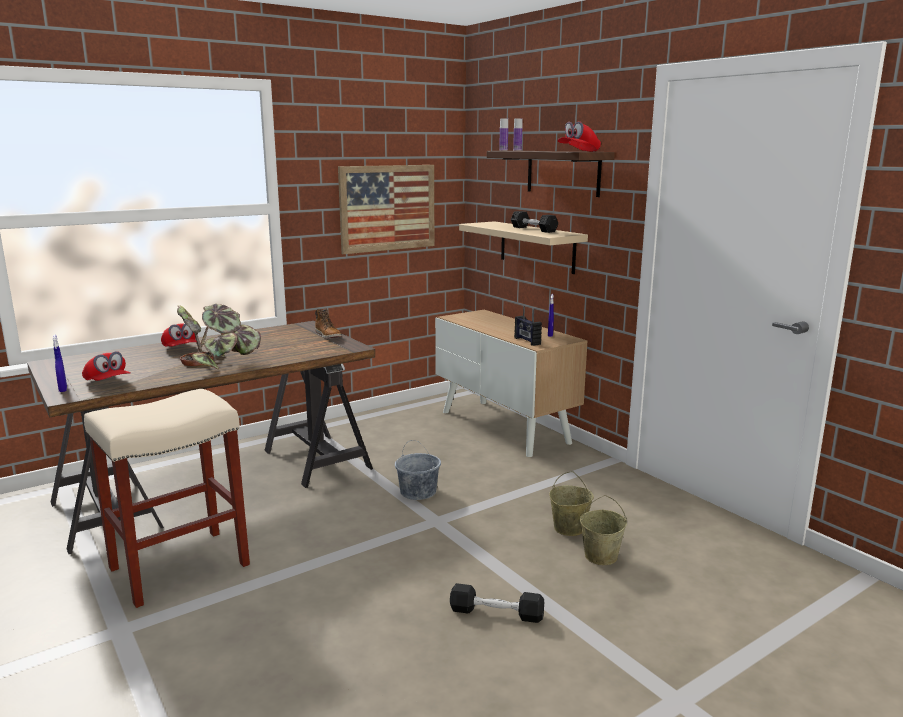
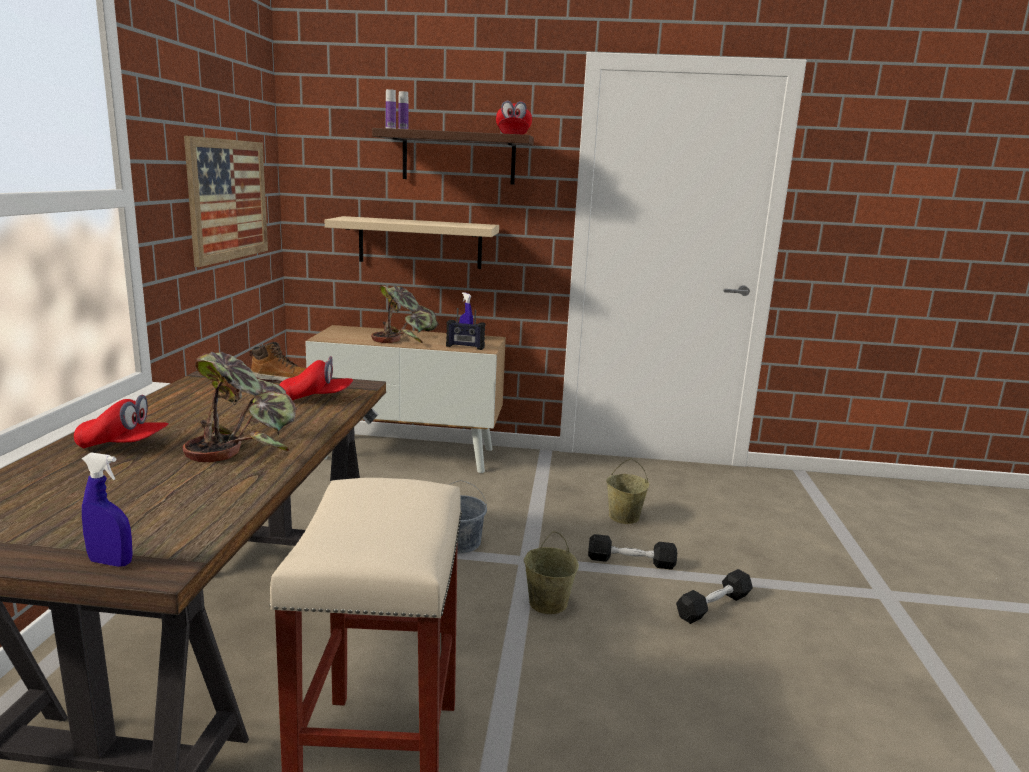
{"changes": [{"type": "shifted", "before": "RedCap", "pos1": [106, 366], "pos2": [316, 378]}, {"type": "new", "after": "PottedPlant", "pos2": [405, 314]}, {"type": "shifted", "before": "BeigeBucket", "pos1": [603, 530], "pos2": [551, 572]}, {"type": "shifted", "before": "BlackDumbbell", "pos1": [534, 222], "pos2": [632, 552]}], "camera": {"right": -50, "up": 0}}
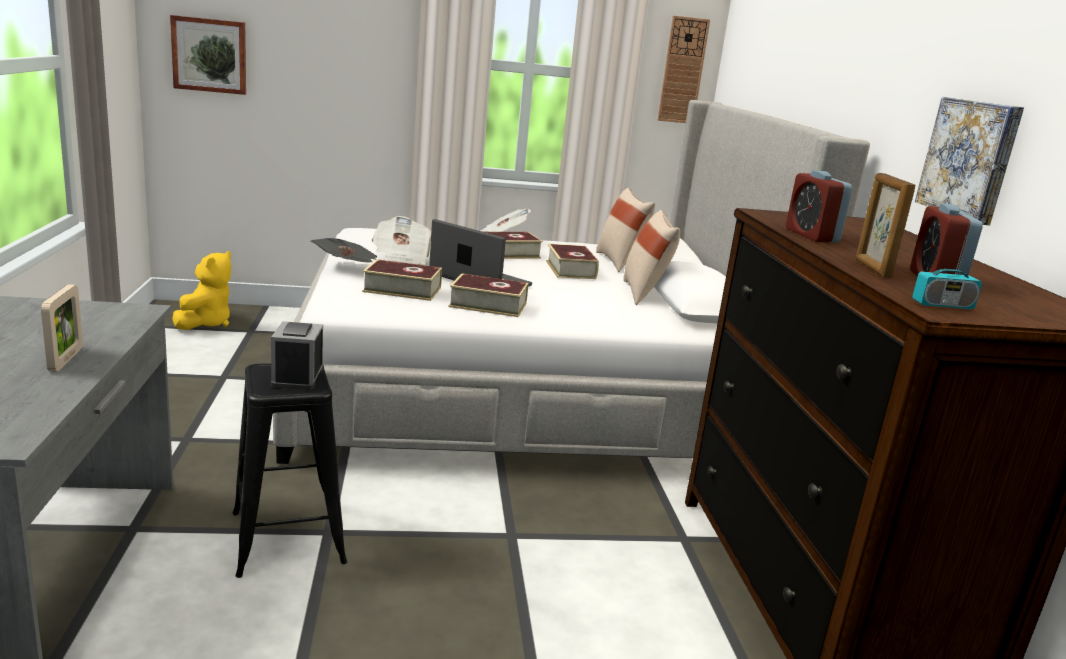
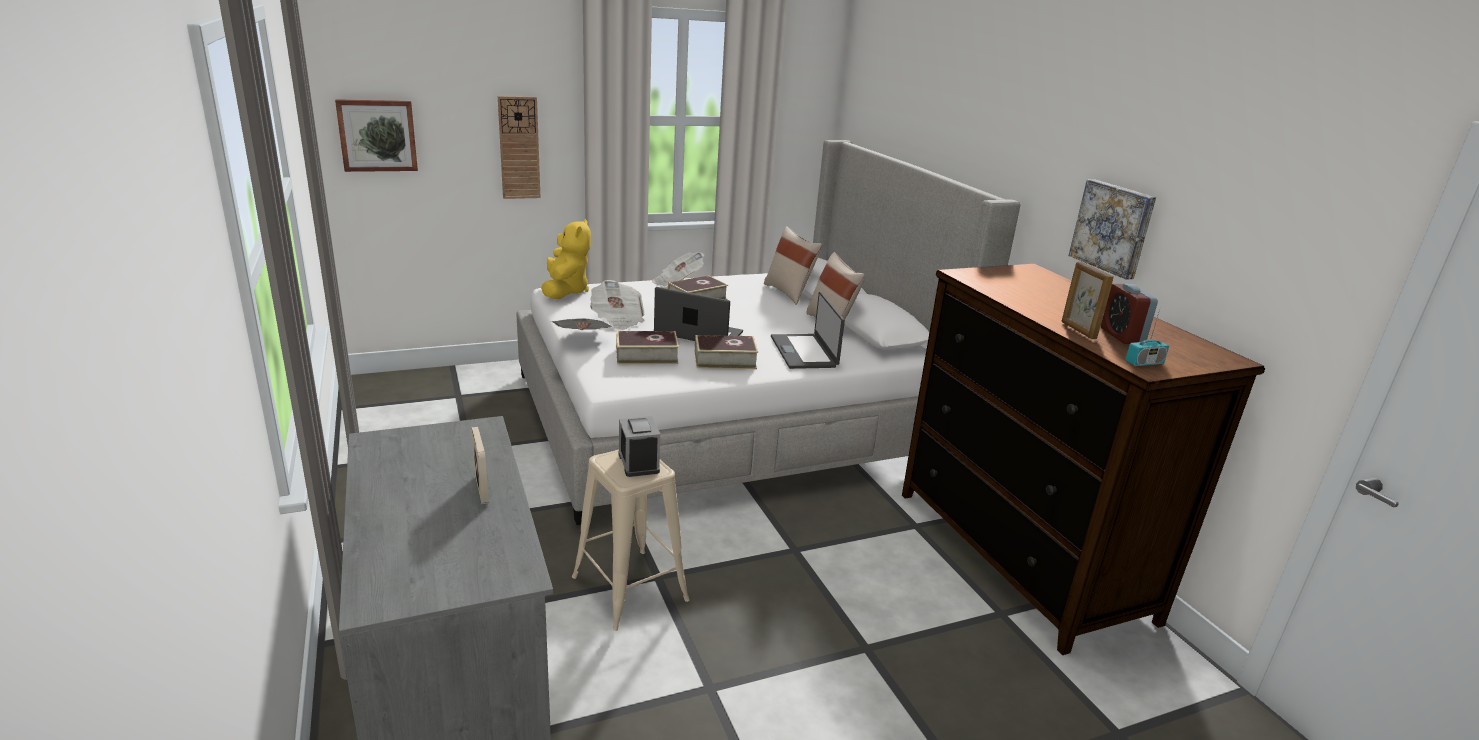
{"changes": [{"type": "shifted", "before": "WallClock", "pos1": [684, 69], "pos2": [519, 147]}, {"type": "shifted", "before": "YellowPlushToy", "pos1": [201, 290], "pos2": [566, 259]}, {"type": "repainted", "before": "BlackStool", "after": "BeigeStool", "pos1": [290, 471], "pos2": [631, 540]}, {"type": "new", "after": "Laptop", "pos2": [808, 330]}, {"type": "gone", "before": "Book", "pos1": [572, 261]}, {"type": "gone", "before": "AlarmClock", "pos1": [819, 206]}], "camera": {"right": -15, "up": 5}}
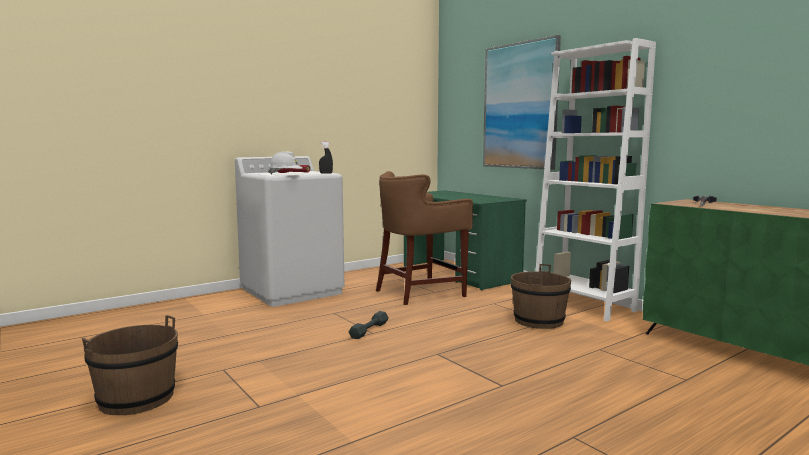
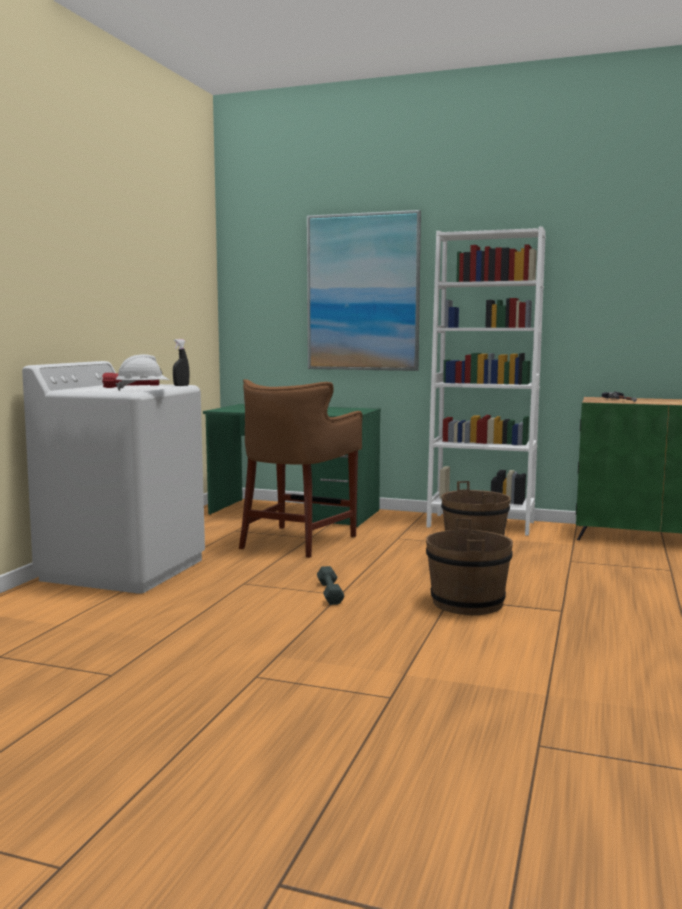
{"changes": [{"type": "shifted", "before": "BrownBucket", "pos1": [130, 365], "pos2": [469, 566]}], "camera": {"right": -35, "up": 0}}
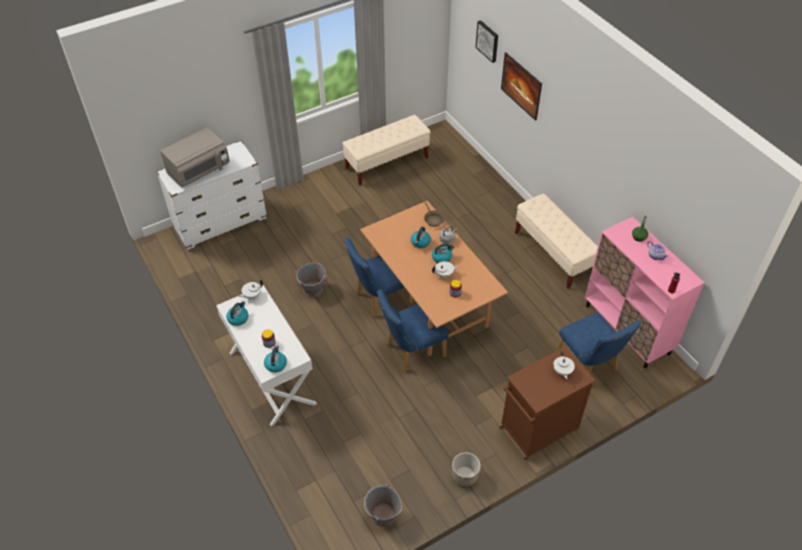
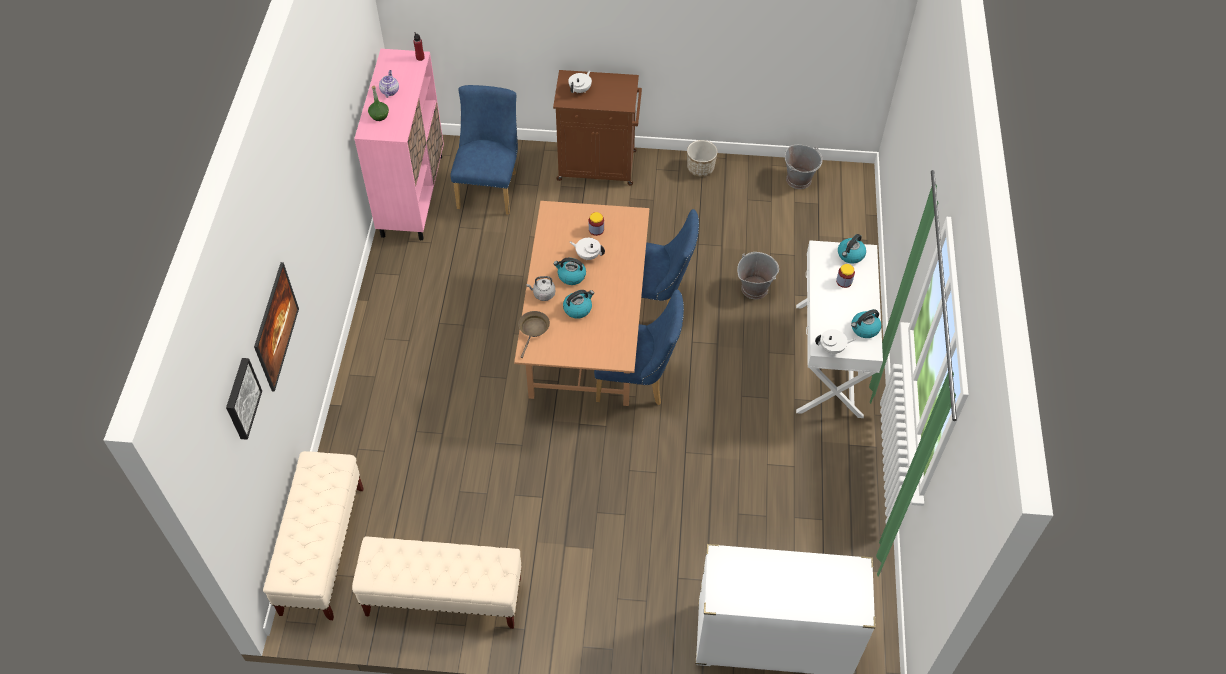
{"changes": [{"type": "shifted", "before": "BeigeBench", "pos1": [556, 241], "pos2": [313, 535]}, {"type": "shifted", "before": "GreyBucket", "pos1": [310, 280], "pos2": [758, 275]}, {"type": "gone", "before": "GreyMicrowave", "pos1": [195, 157]}], "camera": {"right": -145, "up": 5}}
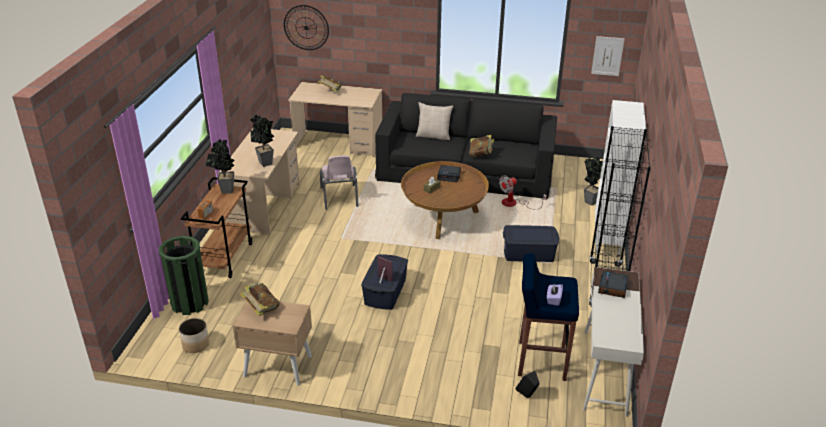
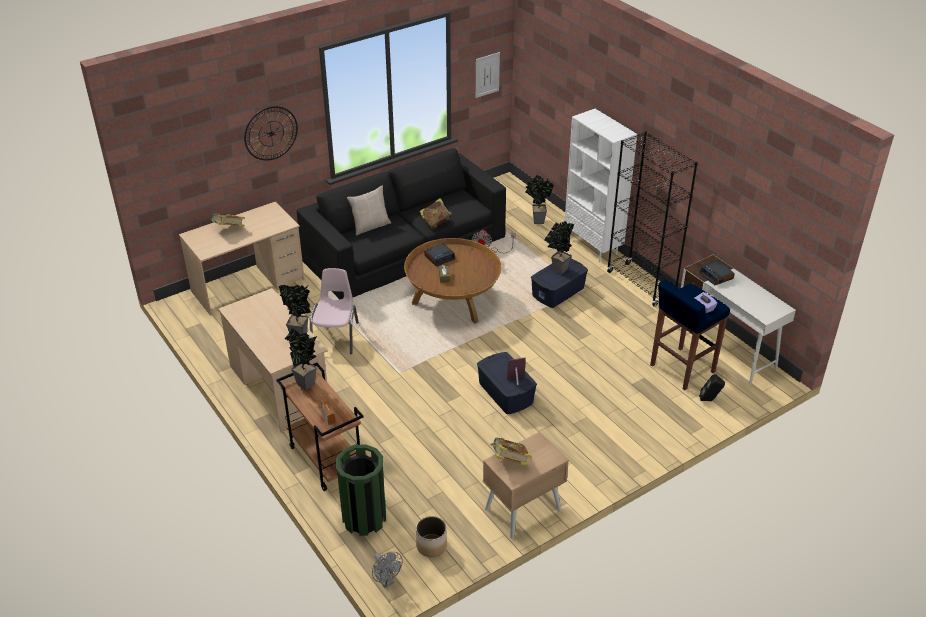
{"changes": [{"type": "shifted", "before": "WallClock", "pos1": [306, 27], "pos2": [271, 133]}, {"type": "rotated", "before": "PinkChair", "pos1": [339, 182], "pos2": [334, 311], "turn": -120}, {"type": "new", "after": "GreyFan", "pos2": [387, 570]}, {"type": "new", "after": "PottedPlant", "pos2": [559, 247]}], "camera": {"right": -45, "up": 5}}
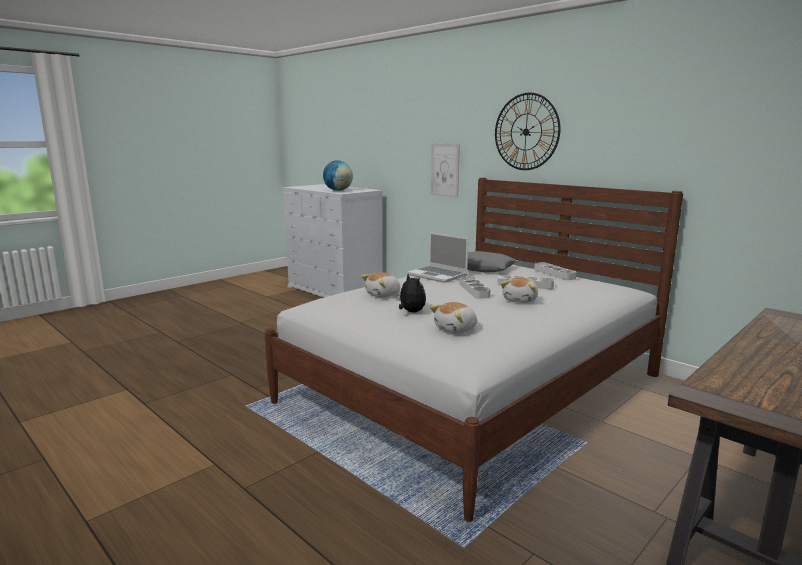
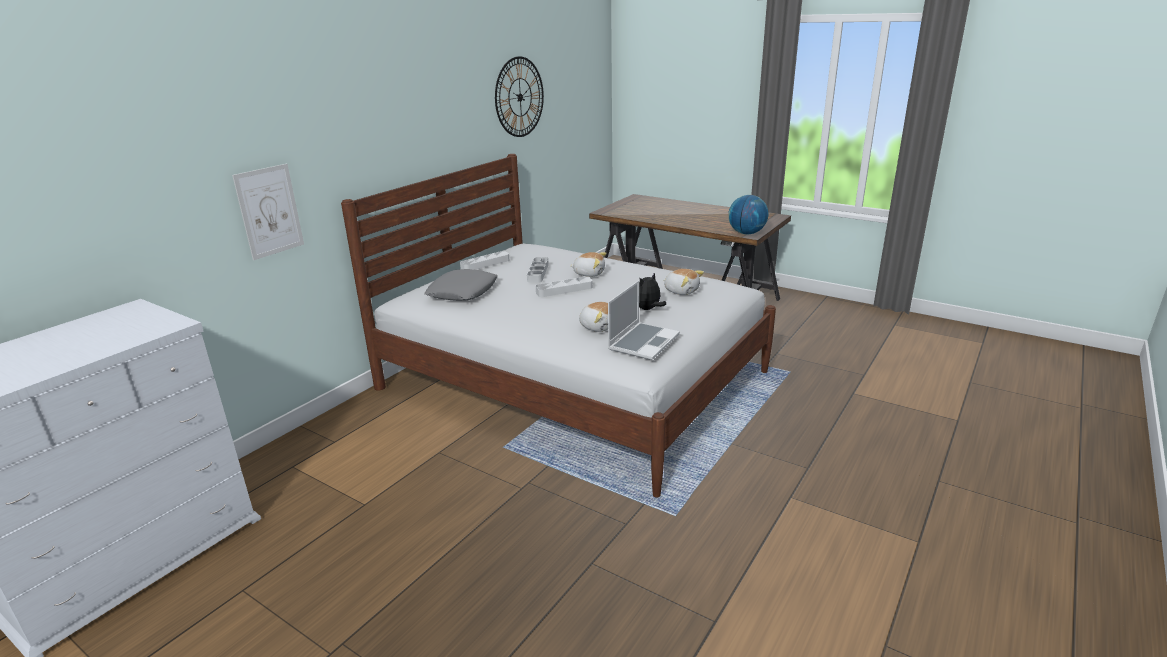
{"changes": [{"type": "shifted", "before": "WallClock", "pos1": [527, 131], "pos2": [519, 96]}, {"type": "shifted", "before": "Laptop", "pos1": [437, 257], "pos2": [644, 320]}, {"type": "shifted", "before": "Globe", "pos1": [338, 175], "pos2": [748, 214]}], "camera": {"right": -100, "up": 10}}
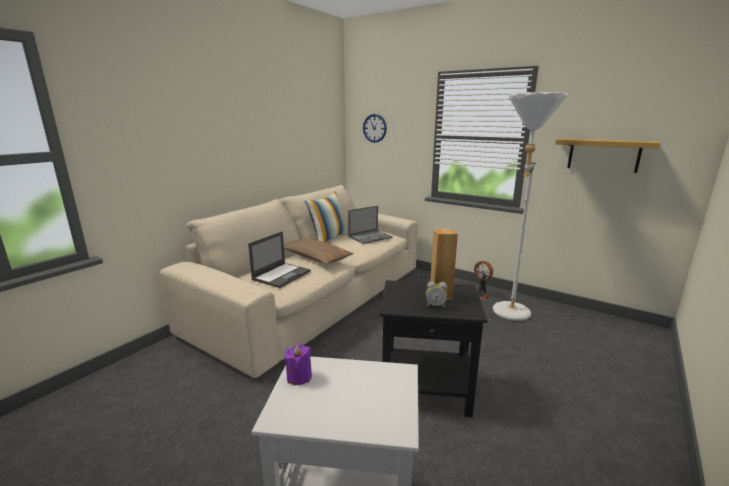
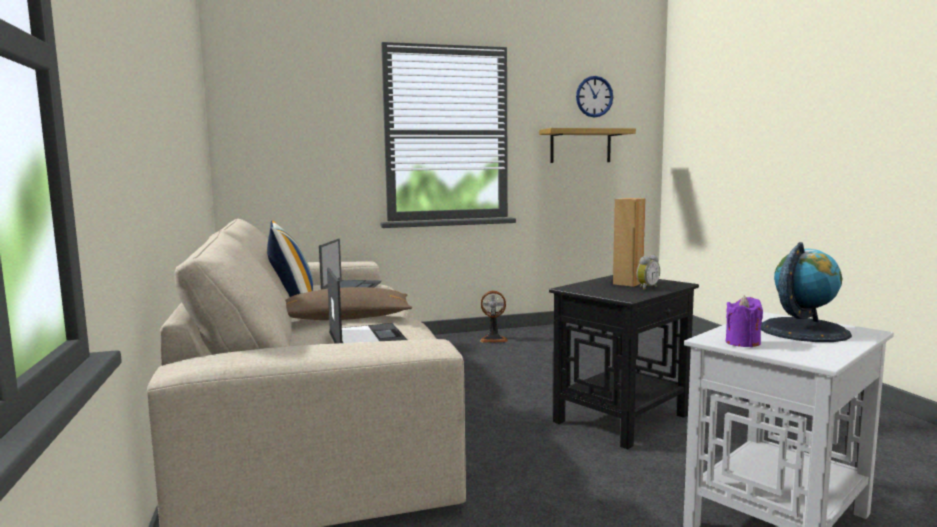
{"changes": [{"type": "shifted", "before": "WallClock", "pos1": [375, 128], "pos2": [594, 96]}, {"type": "new", "after": "Globe", "pos2": [806, 292]}, {"type": "gone", "before": "WhiteFloorLamp", "pos1": [530, 206]}], "camera": {"right": -50, "up": -10}}
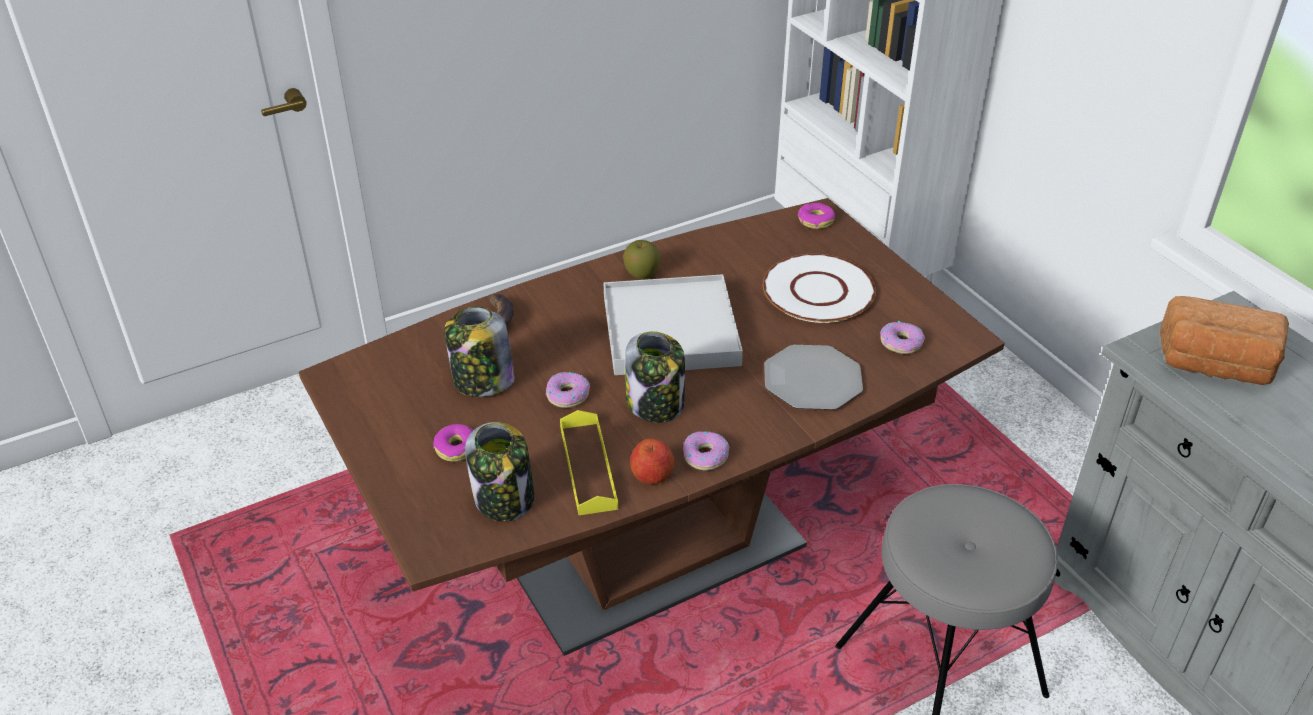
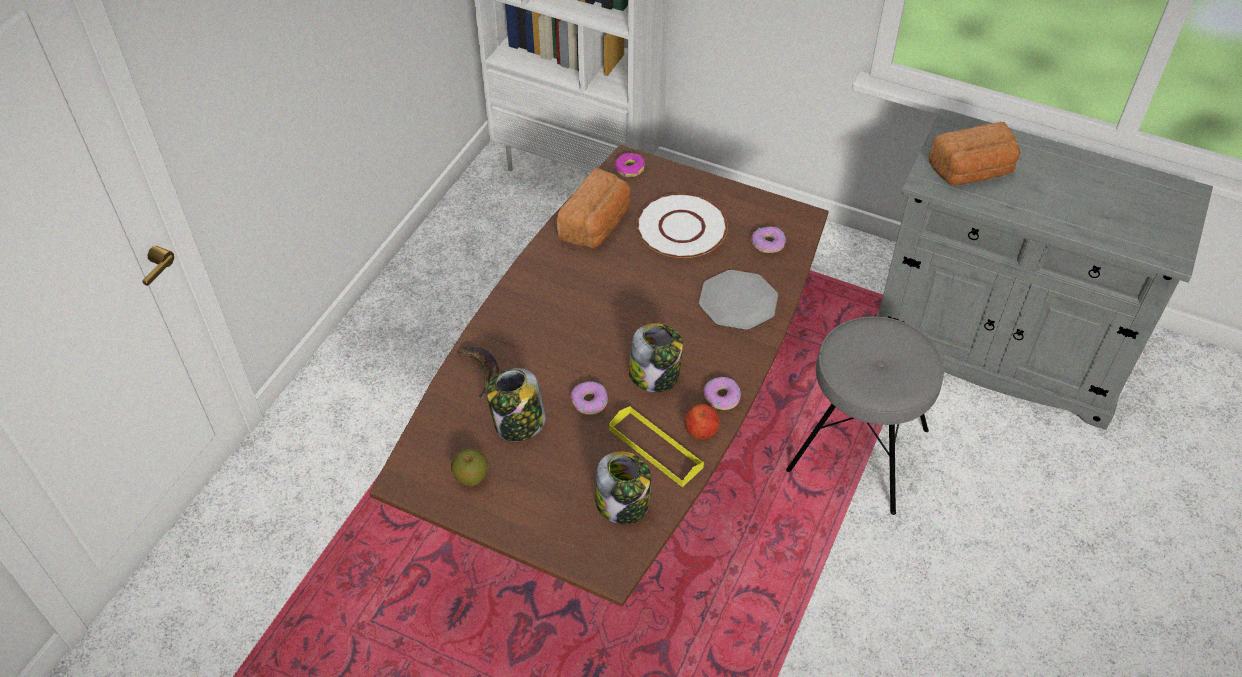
{"changes": [{"type": "shifted", "before": "Apple", "pos1": [642, 259], "pos2": [469, 467]}, {"type": "new", "after": "Bread", "pos2": [594, 207]}, {"type": "gone", "before": "Donut", "pos1": [453, 443]}, {"type": "gone", "before": "WhiteTray", "pos1": [673, 324]}], "camera": {"right": -35, "up": 10}}
